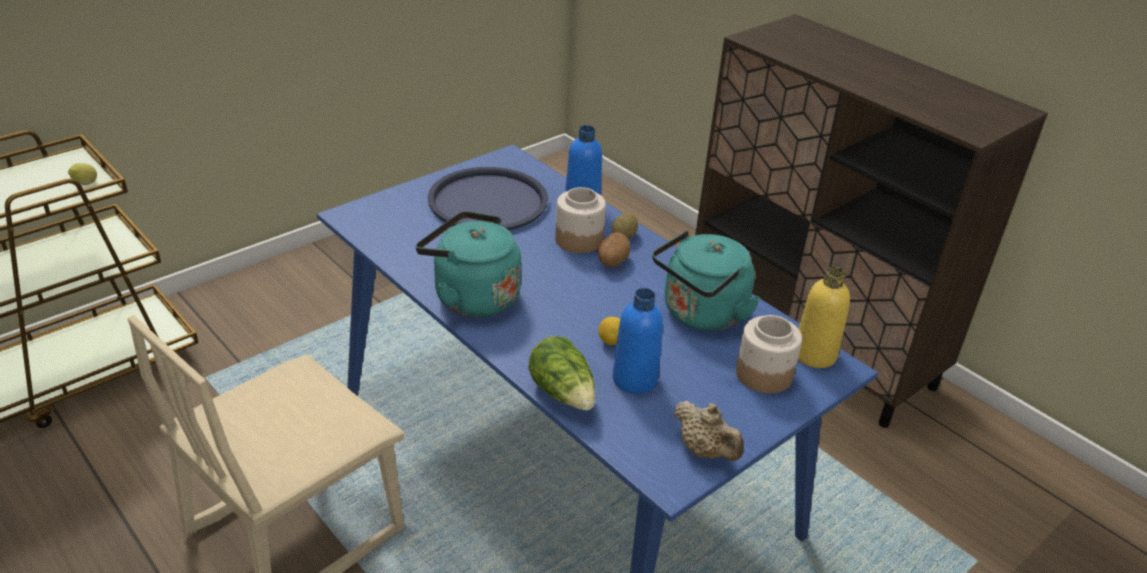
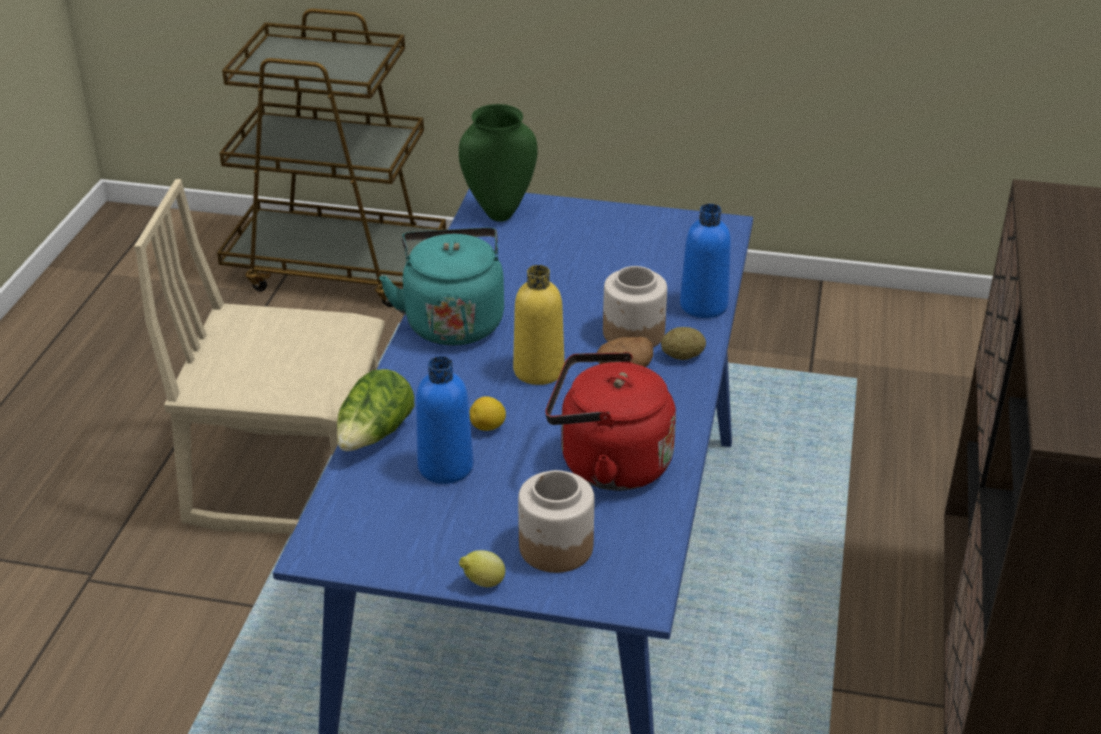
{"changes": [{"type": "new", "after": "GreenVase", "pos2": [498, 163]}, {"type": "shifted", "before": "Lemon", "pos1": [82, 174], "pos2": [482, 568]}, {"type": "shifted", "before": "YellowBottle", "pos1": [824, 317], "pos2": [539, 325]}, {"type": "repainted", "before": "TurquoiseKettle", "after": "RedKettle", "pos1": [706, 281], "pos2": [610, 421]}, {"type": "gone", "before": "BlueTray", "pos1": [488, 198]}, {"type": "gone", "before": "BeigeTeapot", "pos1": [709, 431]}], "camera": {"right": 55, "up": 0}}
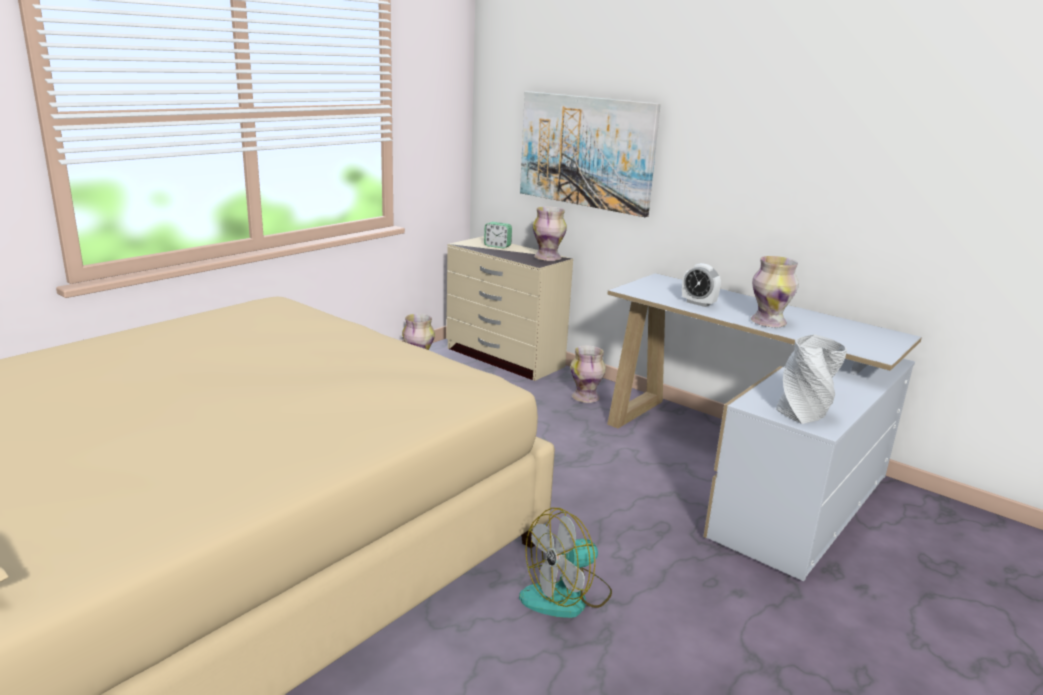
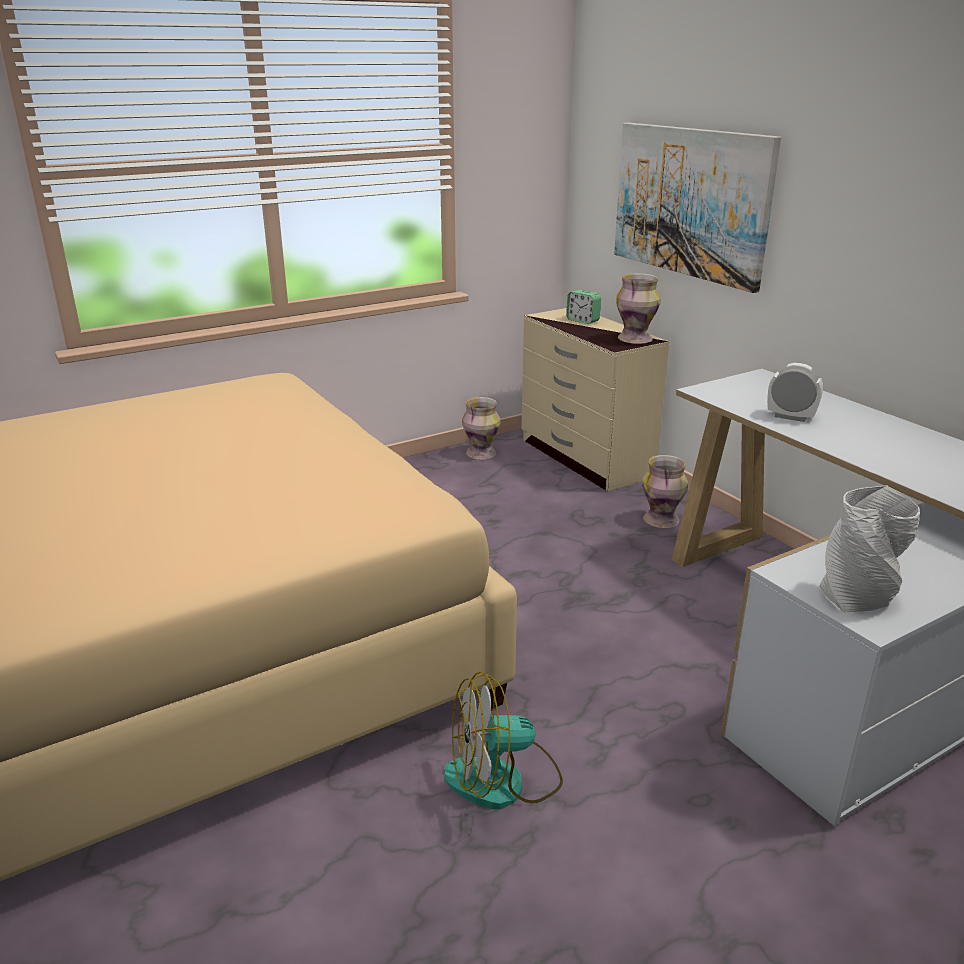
{"changes": [{"type": "rotated", "before": "AlarmClock", "pos1": [701, 285], "pos2": [795, 392], "turn": 150}, {"type": "gone", "before": "Vase", "pos1": [775, 291]}], "camera": {"right": 20, "up": 5}}
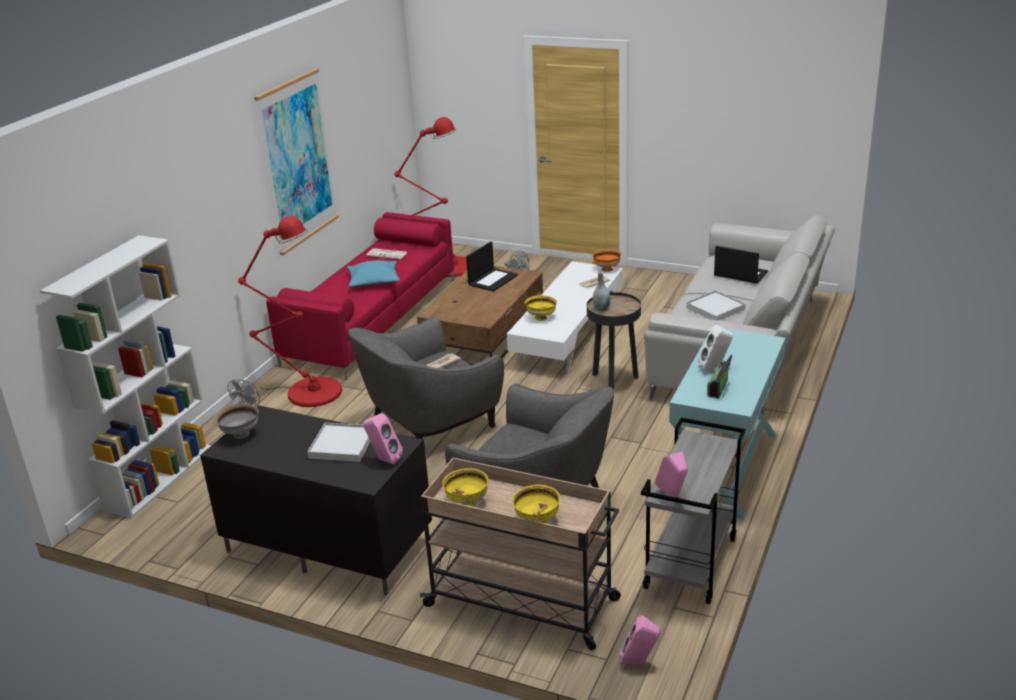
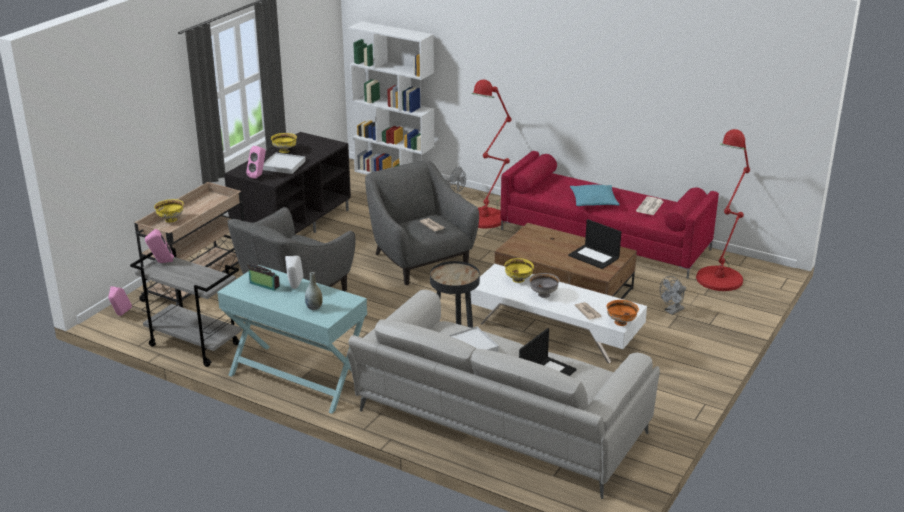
{"changes": [{"type": "shifted", "before": "YellowBowl", "pos1": [465, 487], "pos2": [284, 143]}, {"type": "shifted", "before": "GreyVase", "pos1": [602, 291], "pos2": [314, 291]}, {"type": "shifted", "before": "GreyBowl", "pos1": [237, 421], "pos2": [544, 285]}, {"type": "gone", "before": "Picture", "pos1": [296, 162]}], "camera": {"right": 95, "up": 0}}
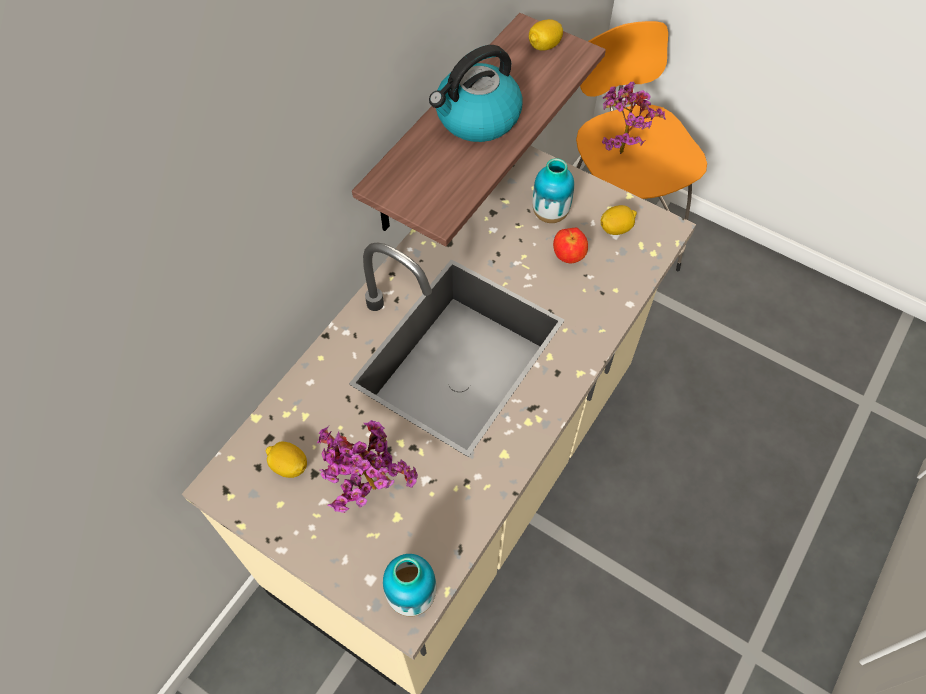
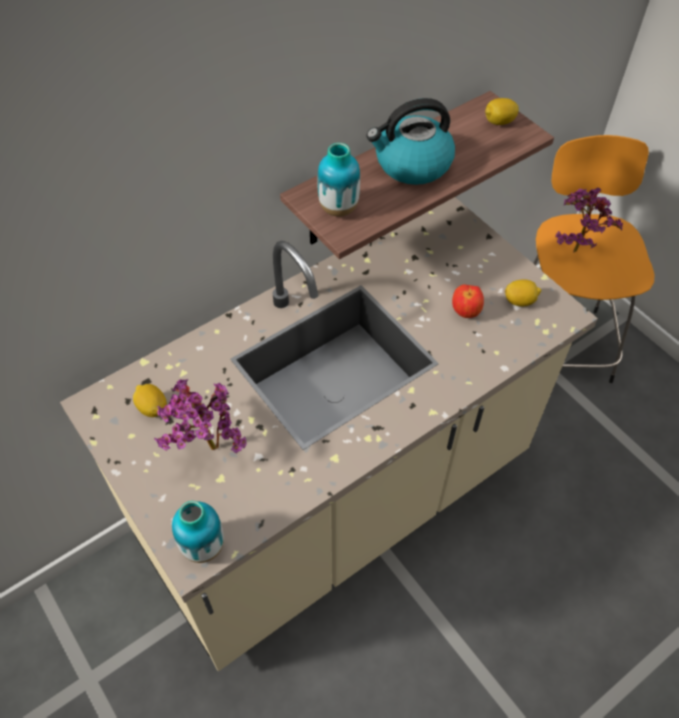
{"changes": [{"type": "shifted", "before": "Vase", "pos1": [553, 190], "pos2": [338, 180]}], "camera": {"right": 20, "up": -5}}
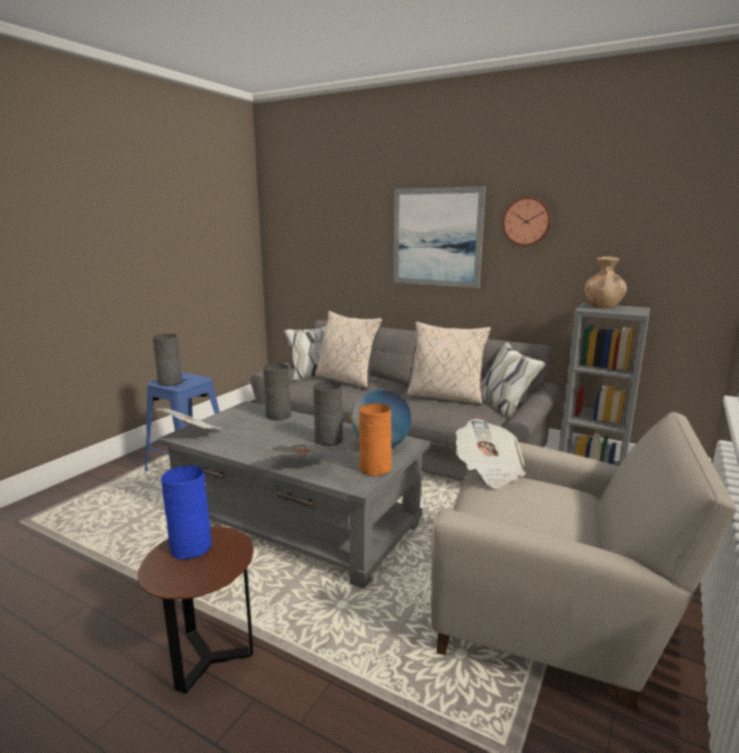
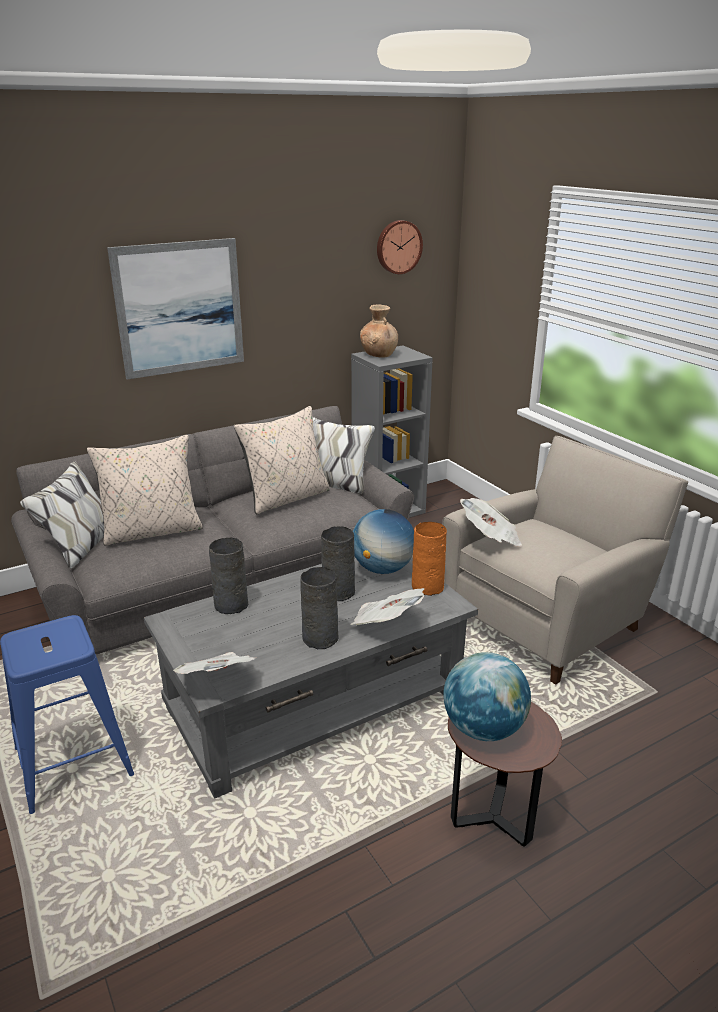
{"changes": [{"type": "shifted", "before": "GreyVase", "pos1": [167, 360], "pos2": [319, 608]}, {"type": "shifted", "before": "WallClock", "pos1": [527, 221], "pos2": [400, 247]}, {"type": "swapped", "before": "BlueVase", "after": "Globe", "pos1": [186, 512], "pos2": [487, 696]}], "camera": {"right": -60, "up": 10}}
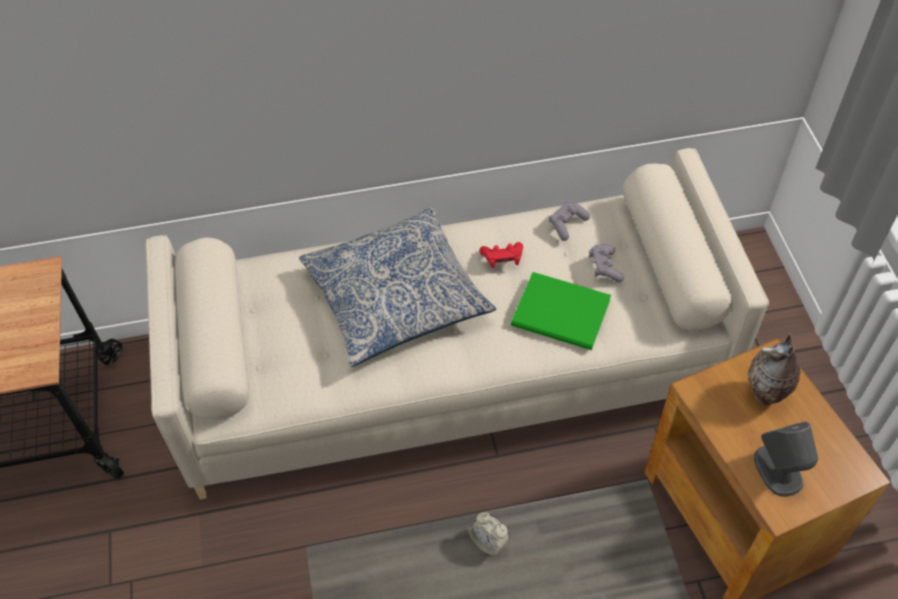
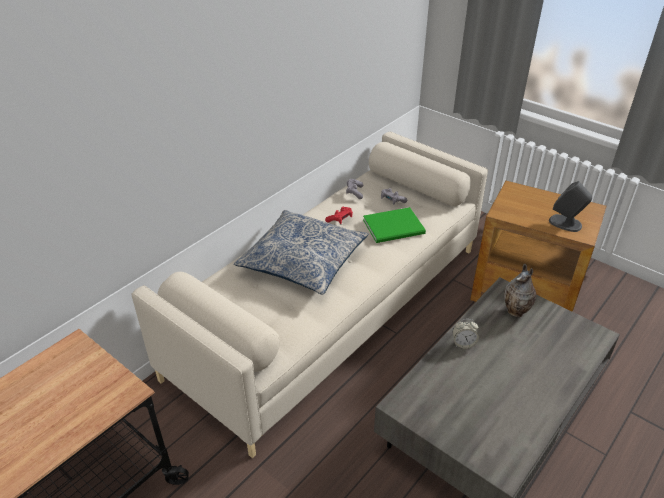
{"changes": [{"type": "shifted", "before": "Vase", "pos1": [774, 369], "pos2": [520, 290]}], "camera": {"right": -40, "up": -15}}
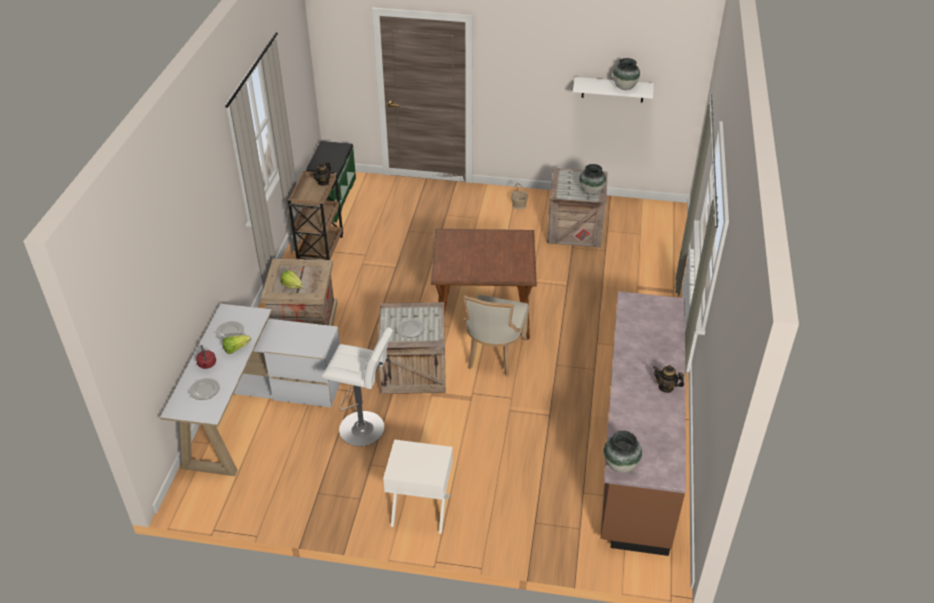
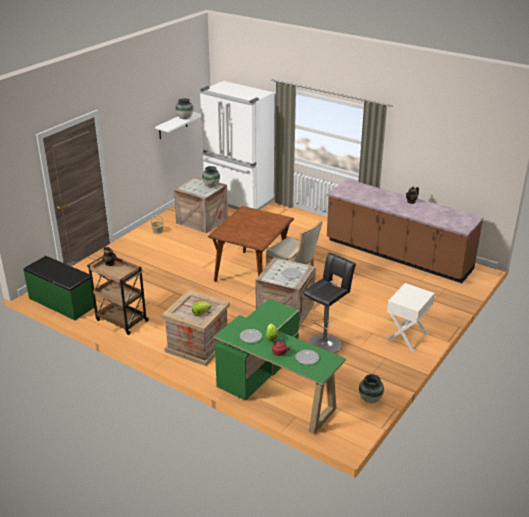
{"changes": [{"type": "new", "after": "WhiteFridge", "pos2": [237, 145]}, {"type": "repainted", "before": "WhiteDesk", "after": "GreenDesk", "pos1": [250, 390], "pos2": [280, 366]}, {"type": "repainted", "before": "WhiteStool", "after": "BlackStool", "pos1": [357, 386], "pos2": [329, 303]}, {"type": "shifted", "before": "Vase", "pos1": [623, 452], "pos2": [371, 388]}], "camera": {"right": -65, "up": -10}}
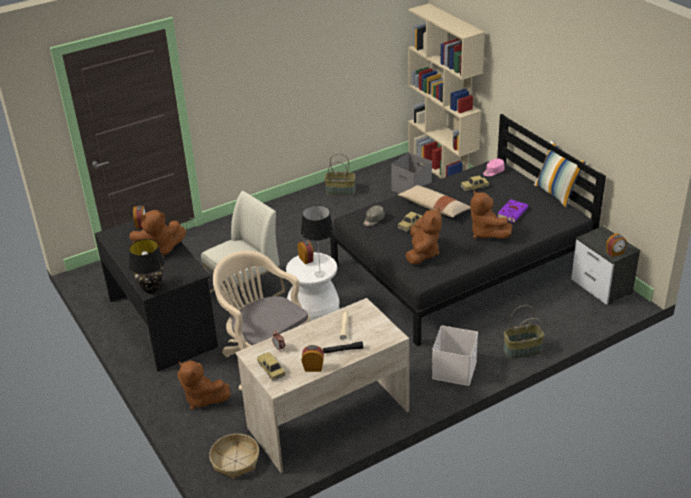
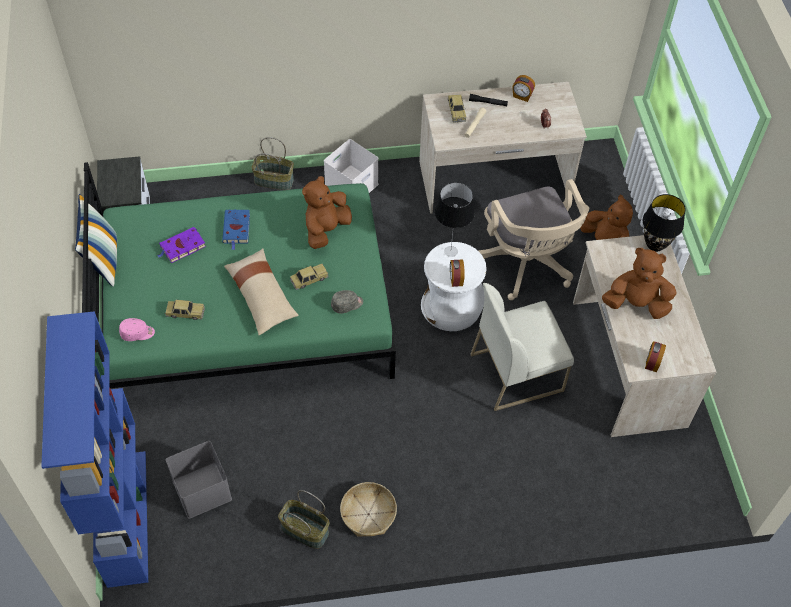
{"changes": [{"type": "repainted", "before": "BeigeBookcase", "after": "BlueBookcase", "pos1": [446, 91], "pos2": [94, 449]}, {"type": "repainted", "before": "BlackBed", "after": "GreenBed", "pos1": [468, 230], "pos2": [239, 275]}, {"type": "swapped", "before": "BrownPlushToy", "after": "BlueBook", "pos1": [491, 215], "pos2": [236, 229]}, {"type": "shifted", "before": "Basket", "pos1": [234, 456], "pos2": [368, 509]}, {"type": "shifted", "before": "ToyCar", "pos1": [271, 366], "pos2": [457, 108]}, {"type": "repainted", "before": "BlackDesk", "after": "BeigeDesk", "pos1": [156, 296], "pos2": [644, 336]}, {"type": "gone", "before": "AlarmClock", "pos1": [616, 245]}], "camera": {"right": -160, "up": 20}}
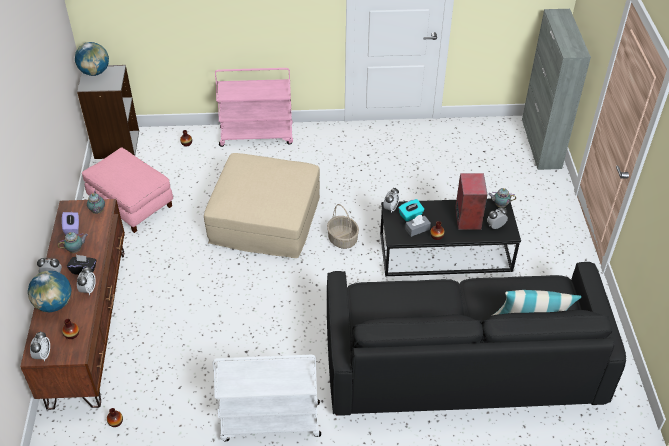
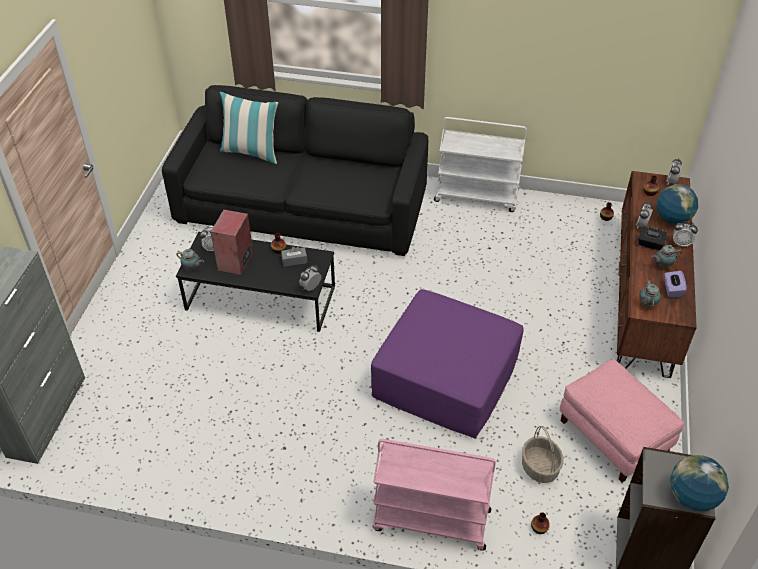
{"changes": [{"type": "repainted", "before": "BeigeOttoman", "after": "PurpleOttoman", "pos1": [262, 205], "pos2": [447, 363]}, {"type": "shifted", "before": "Basket", "pos1": [343, 226], "pos2": [543, 454]}, {"type": "gone", "before": "TurquoiseTissueBox", "pos1": [411, 210]}], "camera": {"right": -165, "up": 0}}
